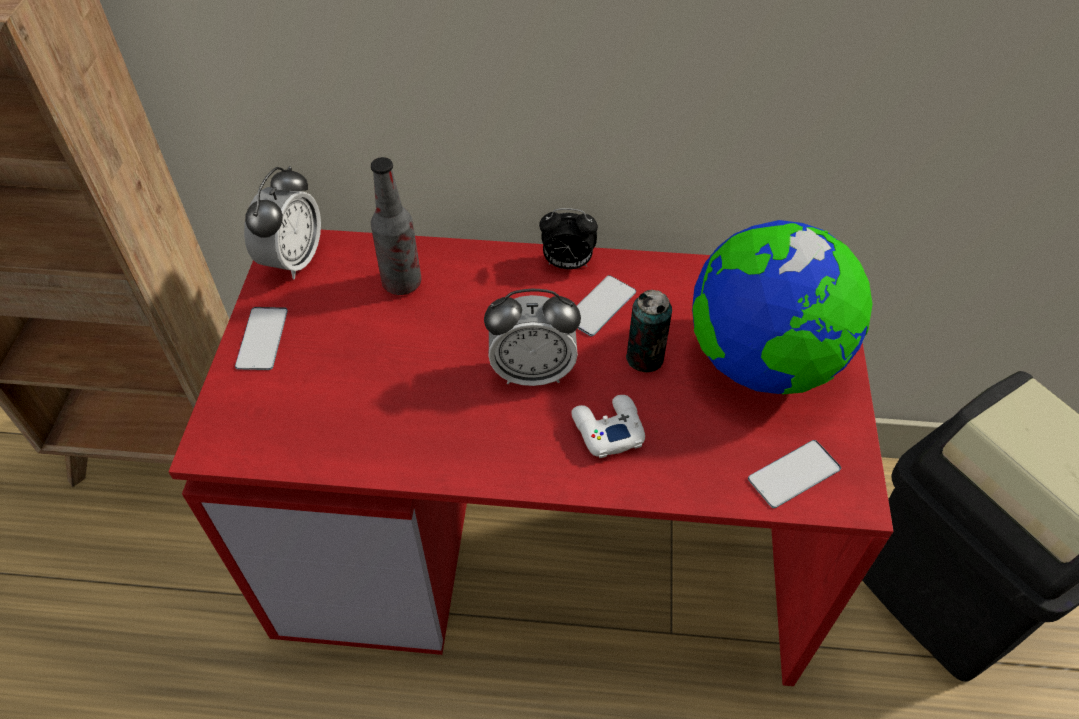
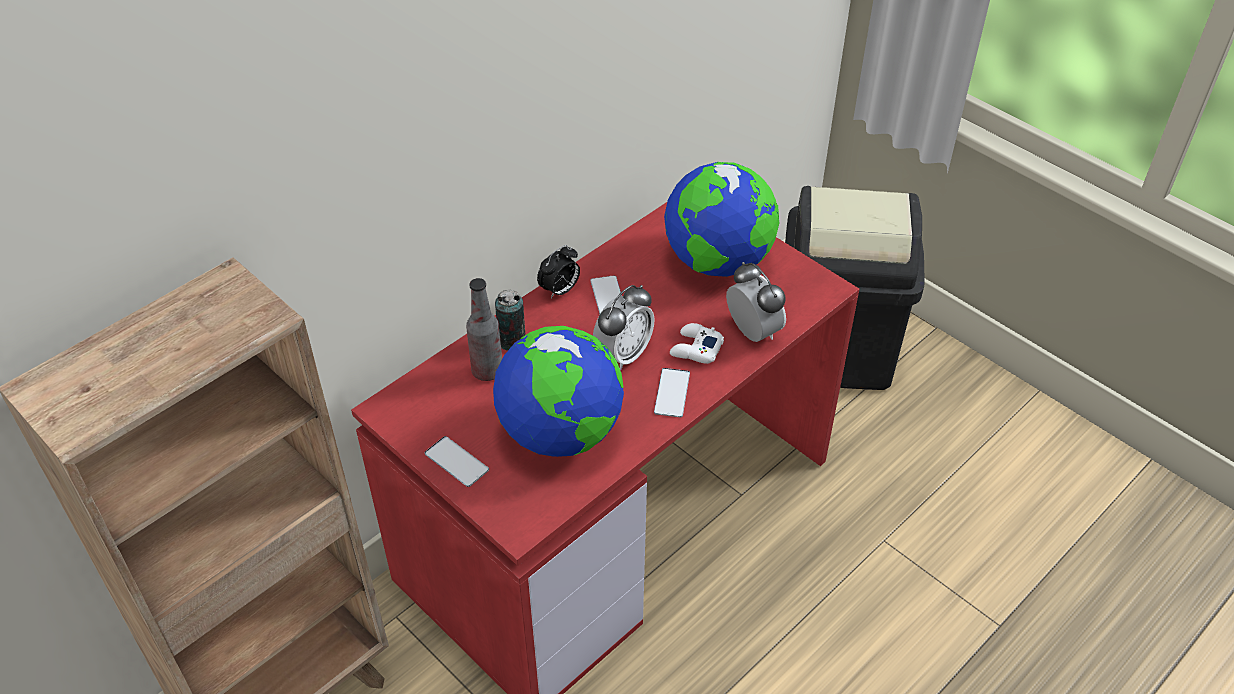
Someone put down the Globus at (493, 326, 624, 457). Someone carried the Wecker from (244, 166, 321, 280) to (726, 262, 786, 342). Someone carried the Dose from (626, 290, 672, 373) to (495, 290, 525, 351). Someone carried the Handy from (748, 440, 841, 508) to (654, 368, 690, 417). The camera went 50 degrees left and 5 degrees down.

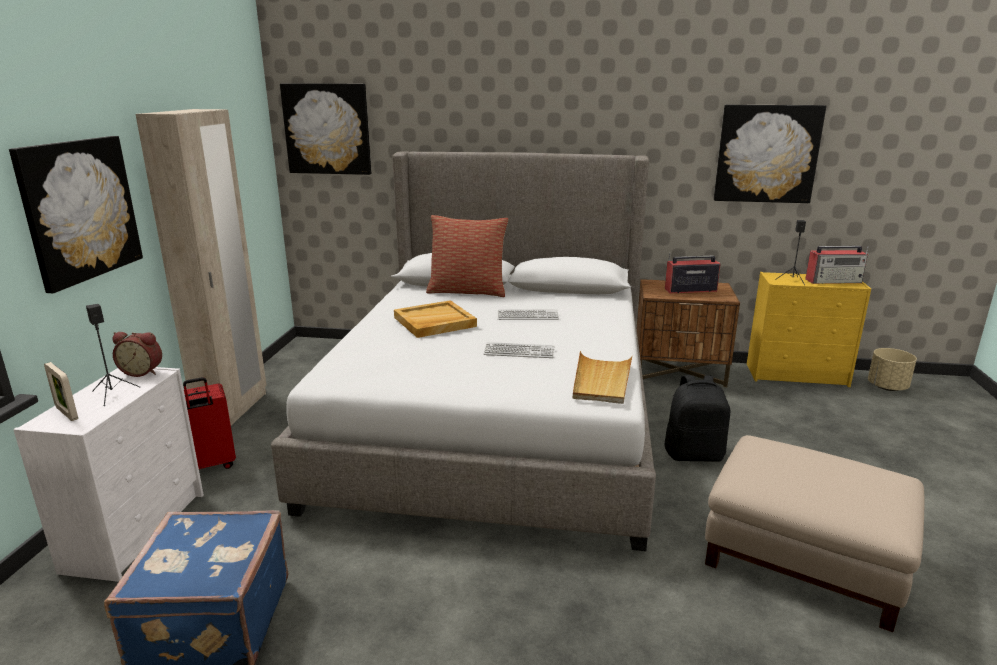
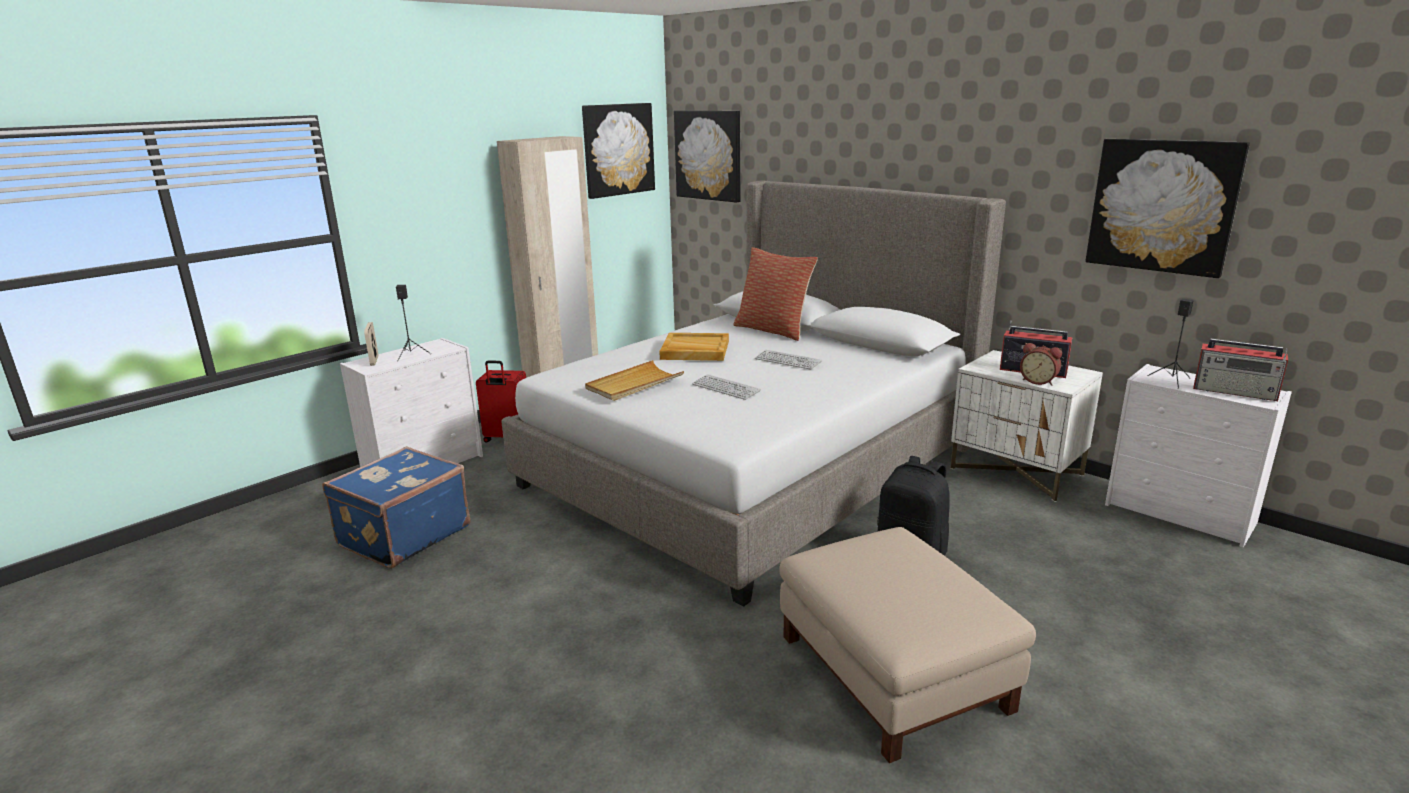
Someone took away the Pflanzkübel/beige at (868, 348, 917, 391). Someone carried the Bild from (9, 136, 143, 293) to (582, 103, 655, 199). Someone carried the Wecker from (113, 332, 162, 377) to (1020, 343, 1062, 386). Someone carried the Tablett/beige from (573, 351, 633, 404) to (585, 360, 684, 401). Someone repainted the Nachttisch/braun at (637, 279, 740, 388), which became the Nachttisch/weiß at (950, 350, 1103, 502). Someone repainted the Kommode/gelb at (747, 272, 871, 387), which became the Kommode/weiß at (1105, 364, 1292, 547). The camera went 35 degrees right and 0 degrees up.

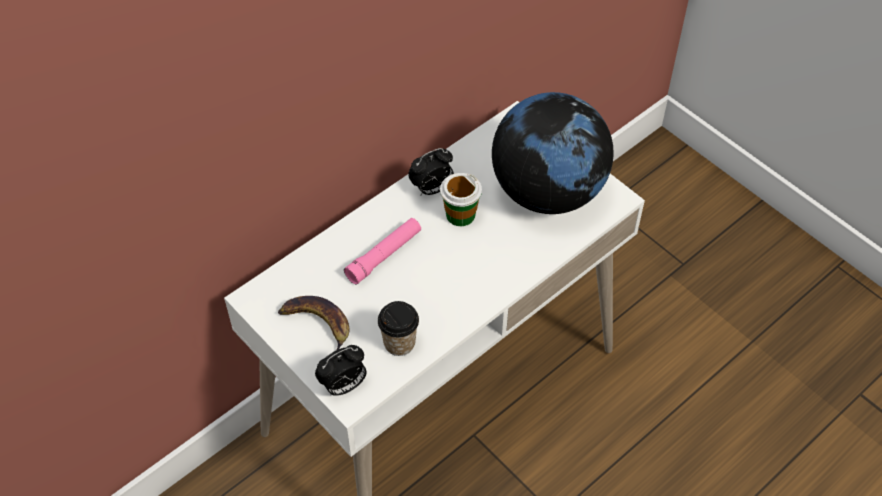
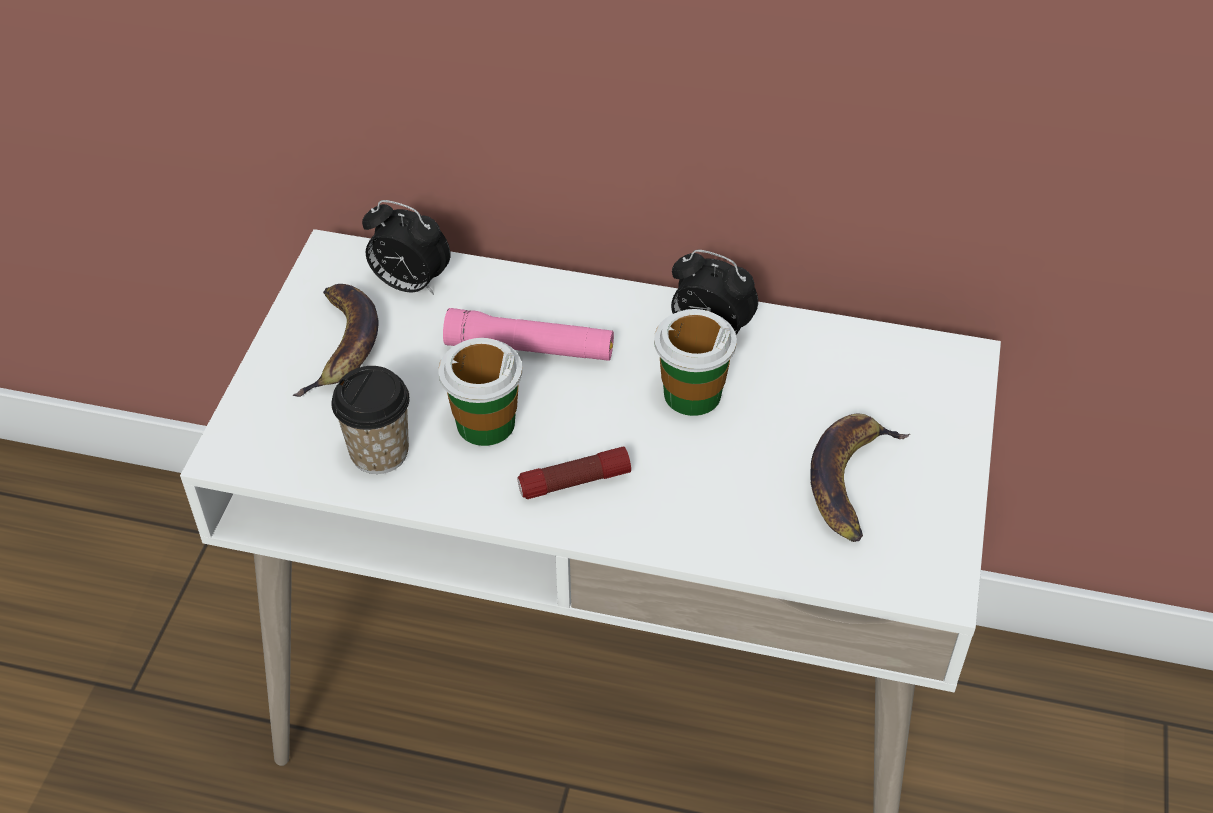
Someone put down the Tasse at (438, 338, 522, 446). Someone put down the Taschenlampe at (517, 446, 631, 499). Someone carried the Wecker from (315, 345, 367, 396) to (362, 200, 451, 295). Someone swapped the Globus at (492, 92, 614, 214) for the Banane at (810, 414, 910, 542). The camera went 55 degrees right and 5 degrees down.

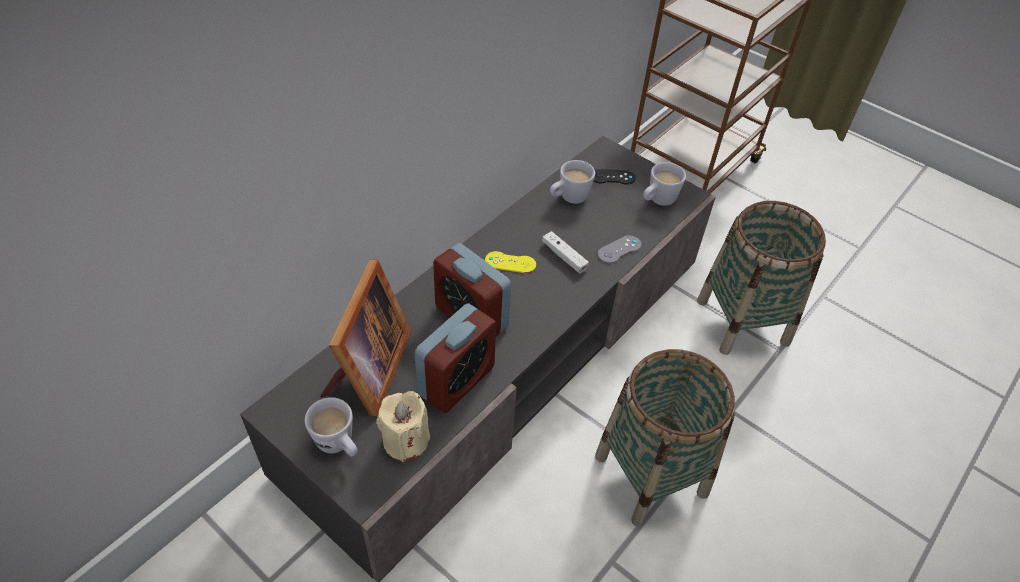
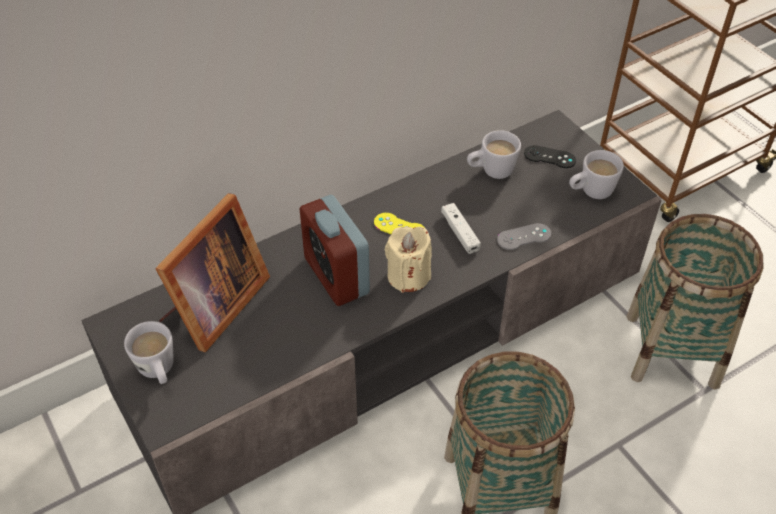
Someone took away the Wecker at (414, 303, 496, 413). Someone carried the Kerze/beige from (376, 391, 430, 462) to (385, 227, 432, 293). The camera went 20 degrees right and 0 degrees up.

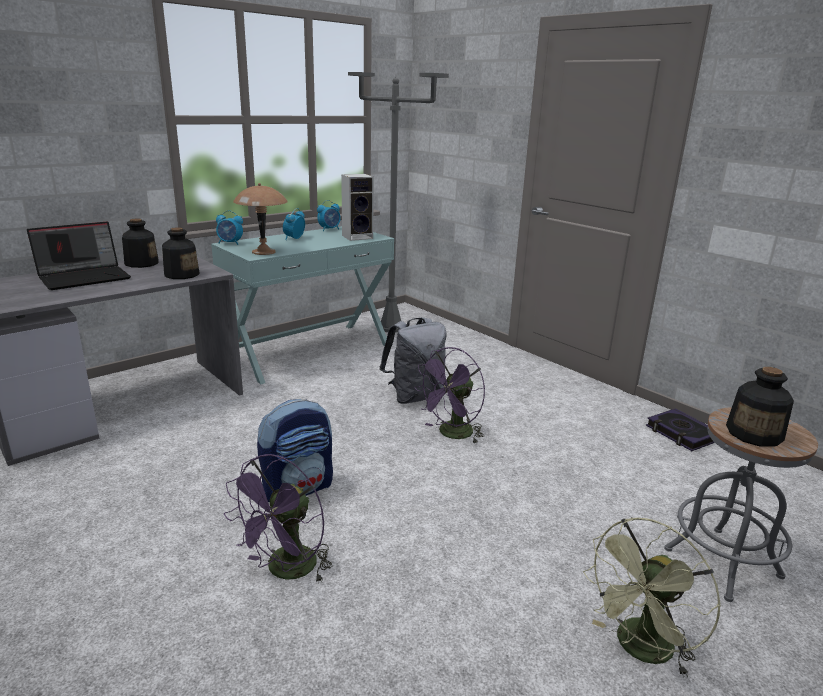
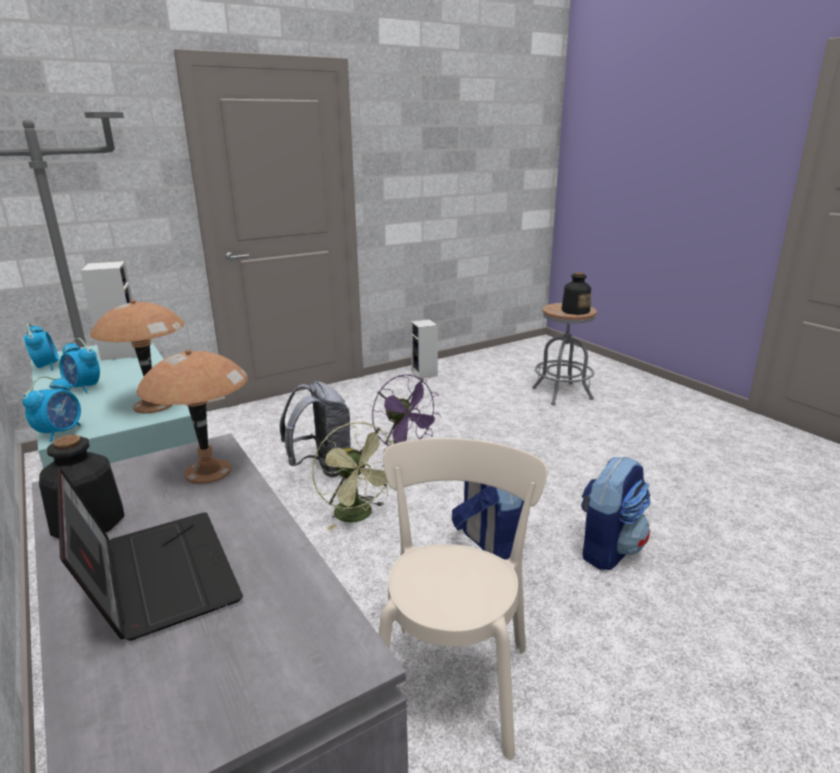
Someone put down the Stuhl/beige at (379, 438, 548, 759). Someone carried the Ventilator/grün from (583, 518, 721, 678) to (312, 422, 393, 530). Someone swapped the Flasche at (162, 227, 200, 279) for the Tischlampe/braun at (136, 349, 248, 484). Someone swapped the Ventilator/lila at (224, 454, 333, 584) for the Rucksack at (581, 456, 650, 570). Someone swapped the Buch at (646, 409, 715, 451) for the Lautsprecher at (411, 319, 438, 378). The camera went 80 degrees left and 0 degrees up.

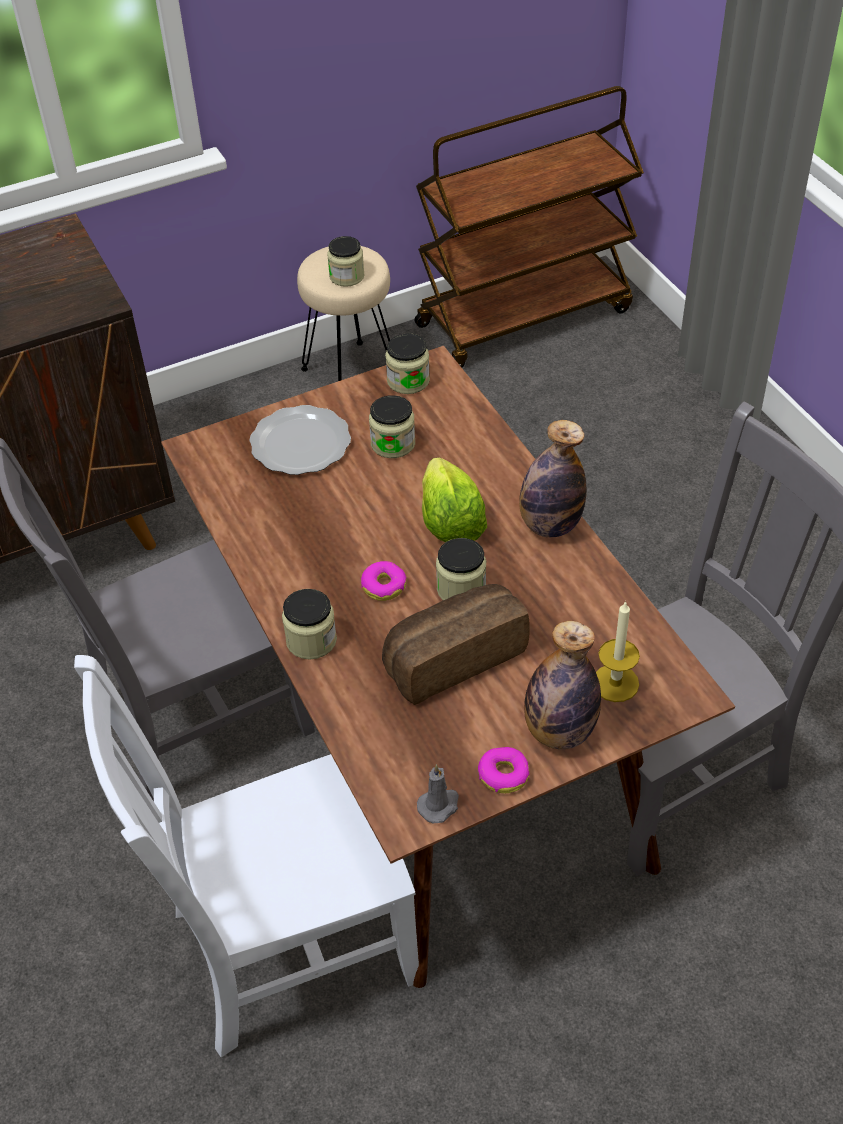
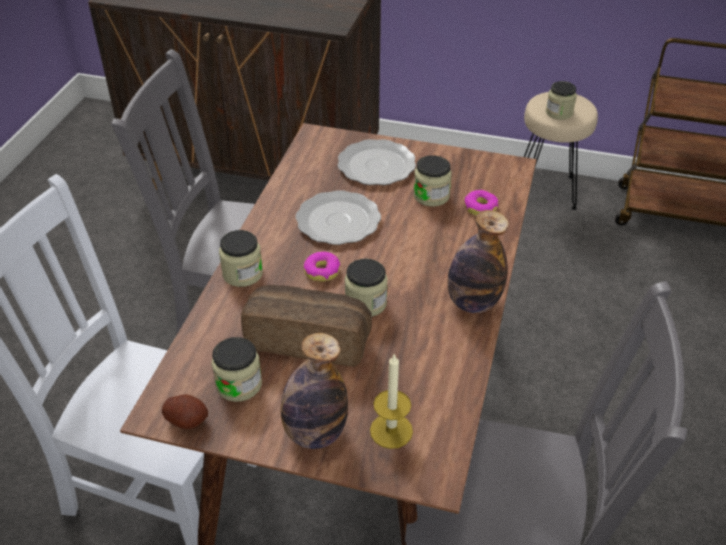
Someone took away the Salatkopf at (422, 457, 487, 542). Someone put down the Teller at (295, 190, 381, 245). Someone carried the Vorratsglas from (385, 333, 430, 394) to (212, 337, 262, 402). Someone carried the Donut from (478, 747, 529, 793) to (464, 190, 498, 216). Someone swapped the Kerze/grau at (417, 764, 459, 823) for the Kartoffel at (162, 394, 208, 429). The camera went 40 degrees right and 5 degrees down.

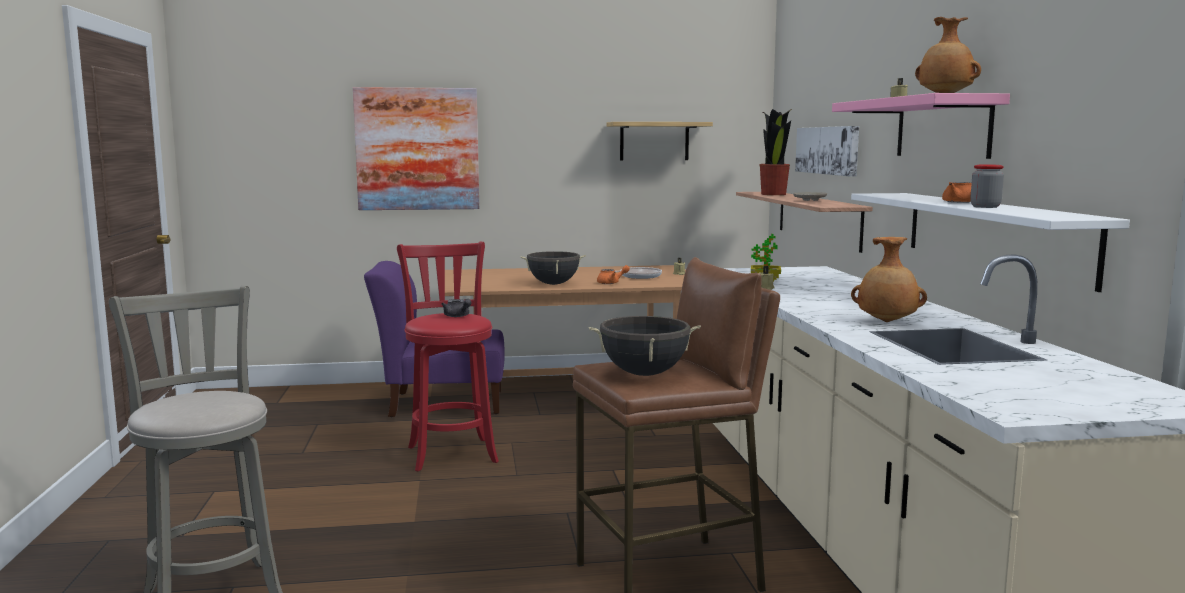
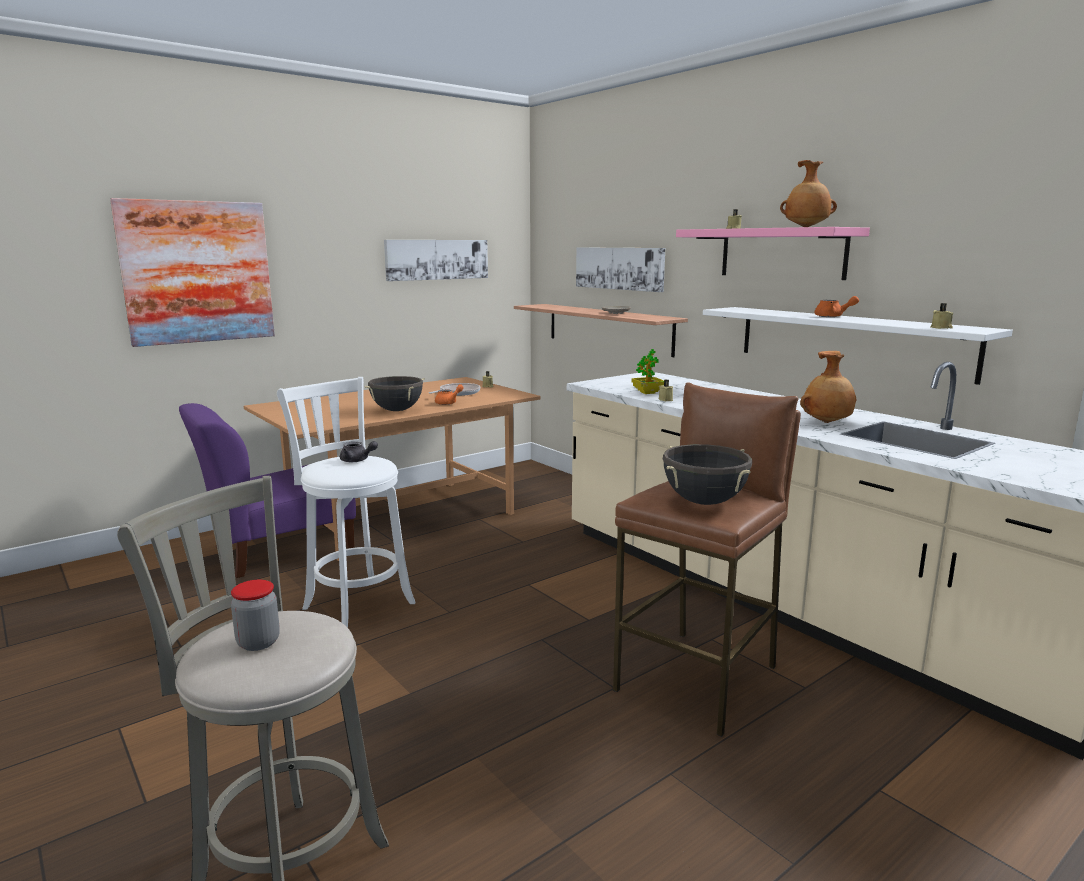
Someone took away the Topfpflanze at (759, 109, 792, 195). Someone put down the Kerze/beige at (931, 303, 953, 329). Someone carried the Vorratsglas from (970, 164, 1004, 208) to (231, 580, 280, 651). Someone swapped the Wandregal at (606, 122, 713, 160) for the Bild at (384, 240, 488, 281). Someone repainted the Hocker/rot at (397, 242, 499, 471), which became the Hocker/weiß at (277, 377, 415, 628). The camera went 30 degrees left and 5 degrees up.

